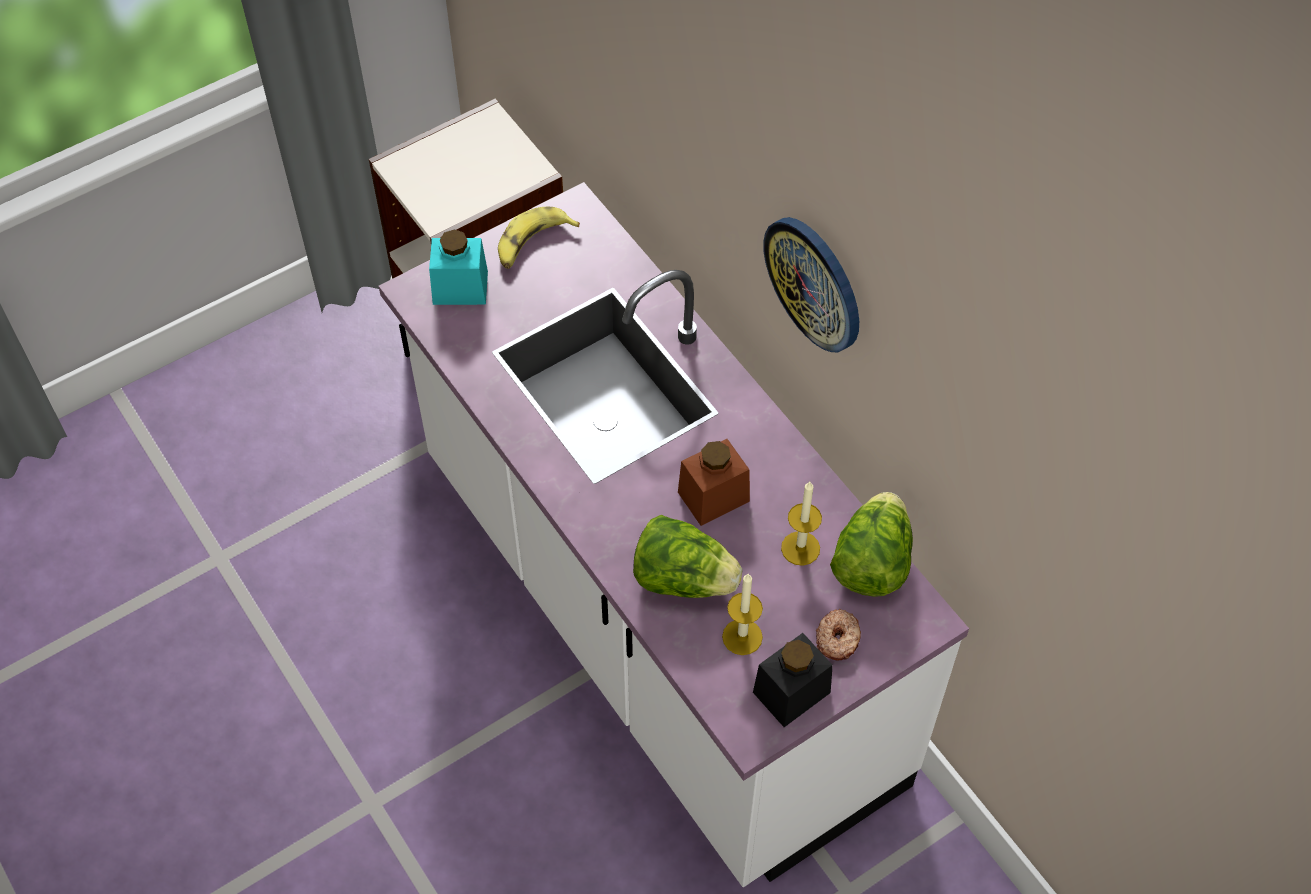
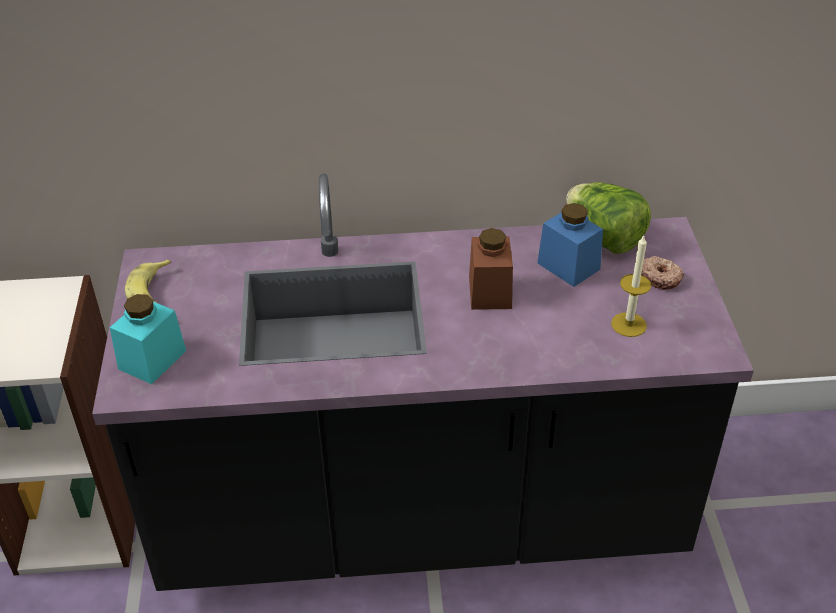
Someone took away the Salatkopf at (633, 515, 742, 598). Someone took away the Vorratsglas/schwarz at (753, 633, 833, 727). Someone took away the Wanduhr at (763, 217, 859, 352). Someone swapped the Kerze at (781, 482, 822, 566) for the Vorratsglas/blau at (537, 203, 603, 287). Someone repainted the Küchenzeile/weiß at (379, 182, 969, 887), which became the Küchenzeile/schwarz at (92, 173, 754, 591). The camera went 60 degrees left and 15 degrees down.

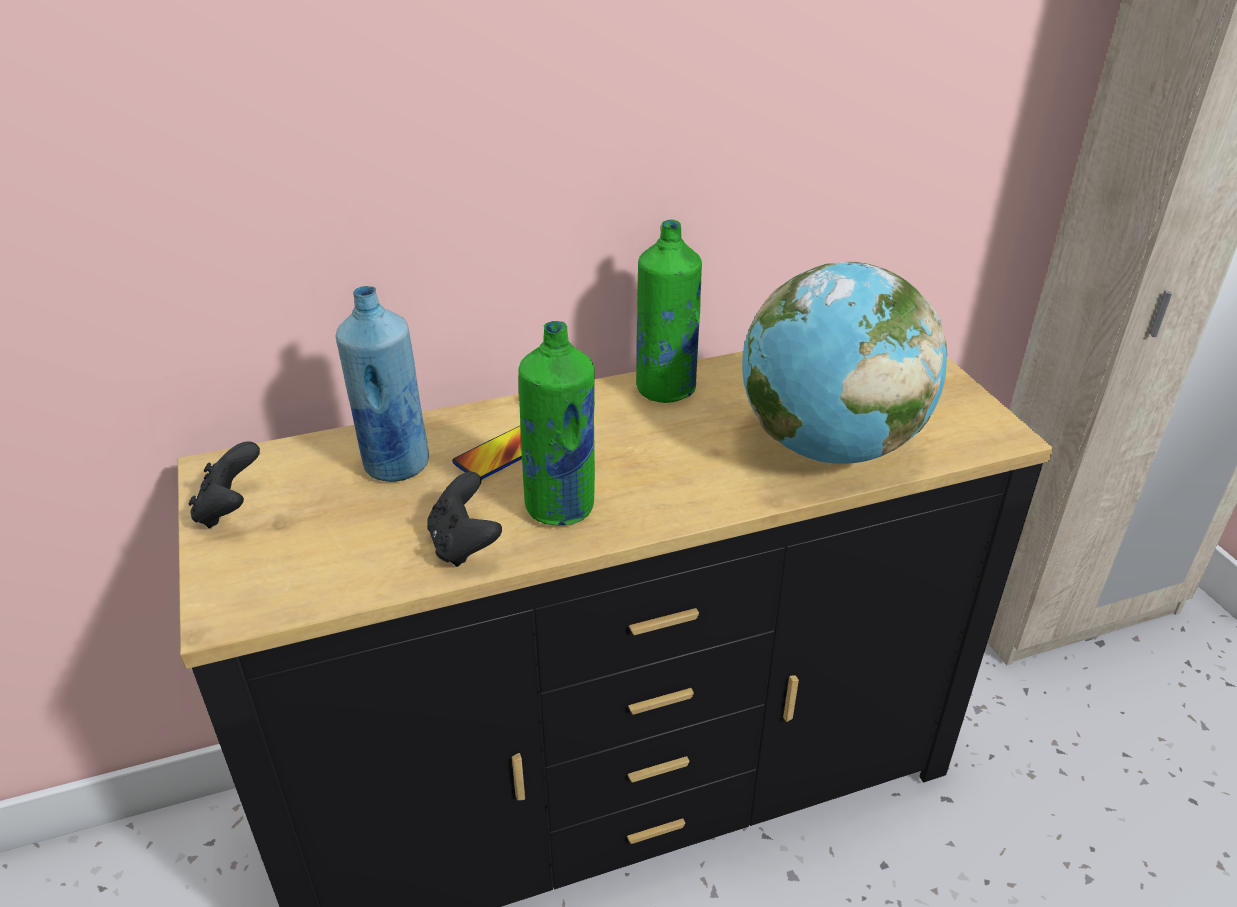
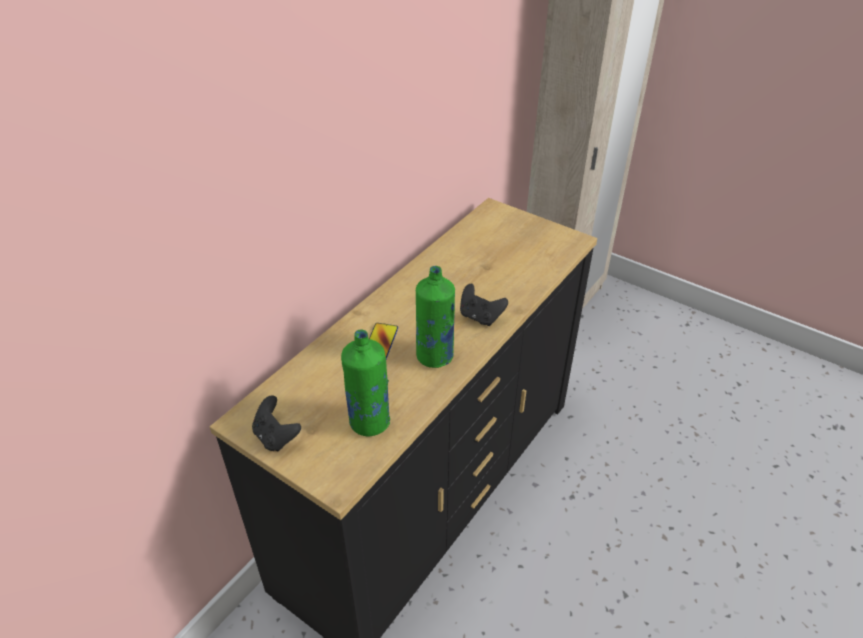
Someone took away the Flasche/blau at (336, 286, 429, 482). Someone took away the Globus at (742, 262, 947, 464). Someone carried the Gamepad/schwarz from (427, 472, 502, 567) to (460, 284, 508, 326). Someone carried the Flasche/grün from (636, 219, 702, 403) to (341, 330, 390, 437). The camera went 35 degrees left and 5 degrees up.

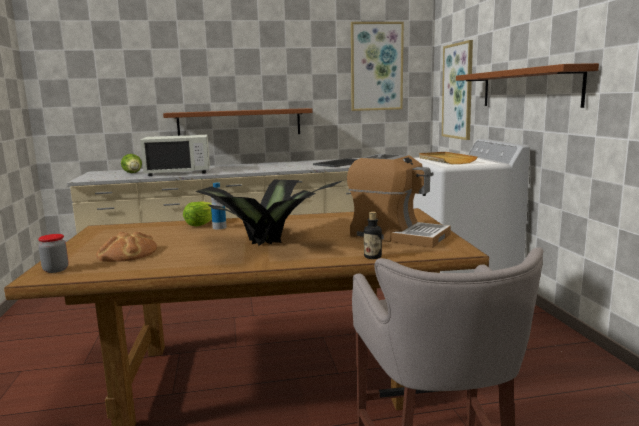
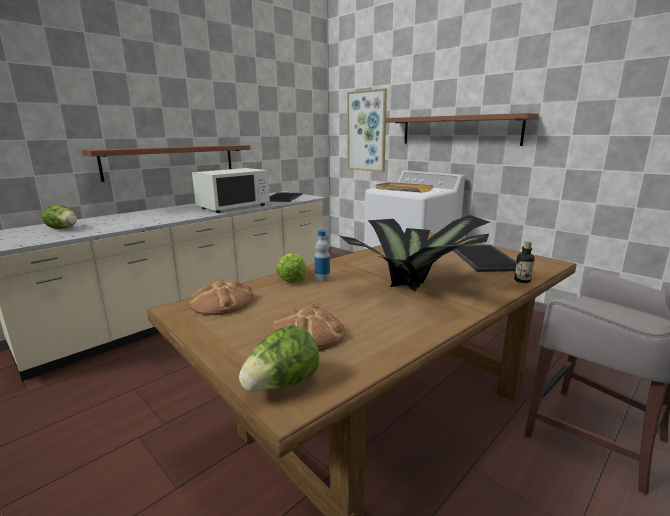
Someone took away the Bild at (351, 22, 404, 111). Someone put down the Brot at (189, 279, 253, 315). Someone carried the Mikrowelle/weiß from (140, 134, 210, 176) to (192, 168, 270, 213). Someone swapped the Vorratsglas at (38, 234, 69, 273) for the Salatkopf at (239, 325, 319, 392). Someone swapped the Kaffeemaschine at (347, 154, 451, 248) for the Tablett at (454, 245, 516, 272). The camera went 35 degrees left and 5 degrees up.

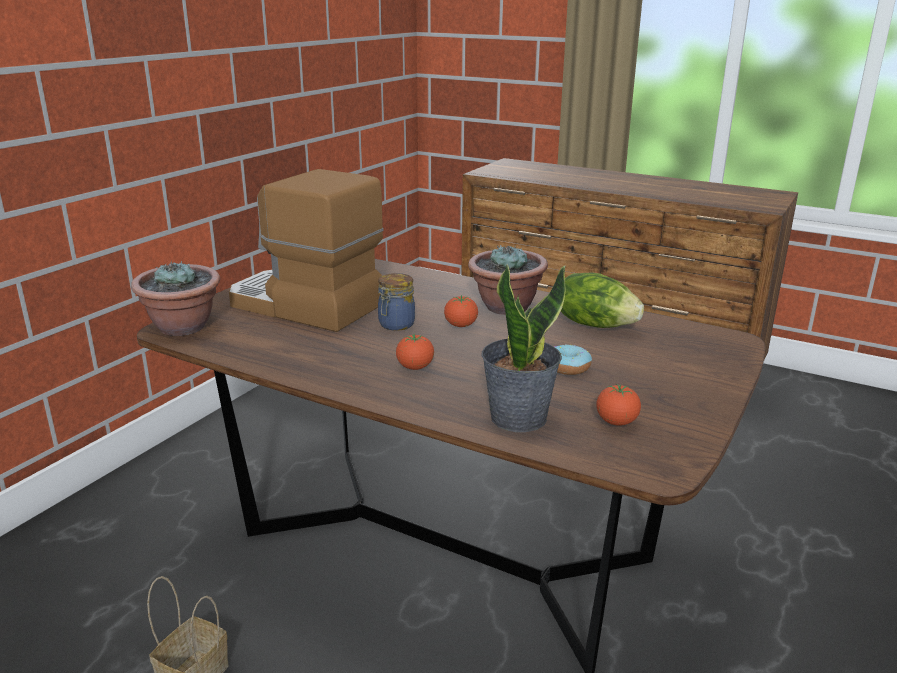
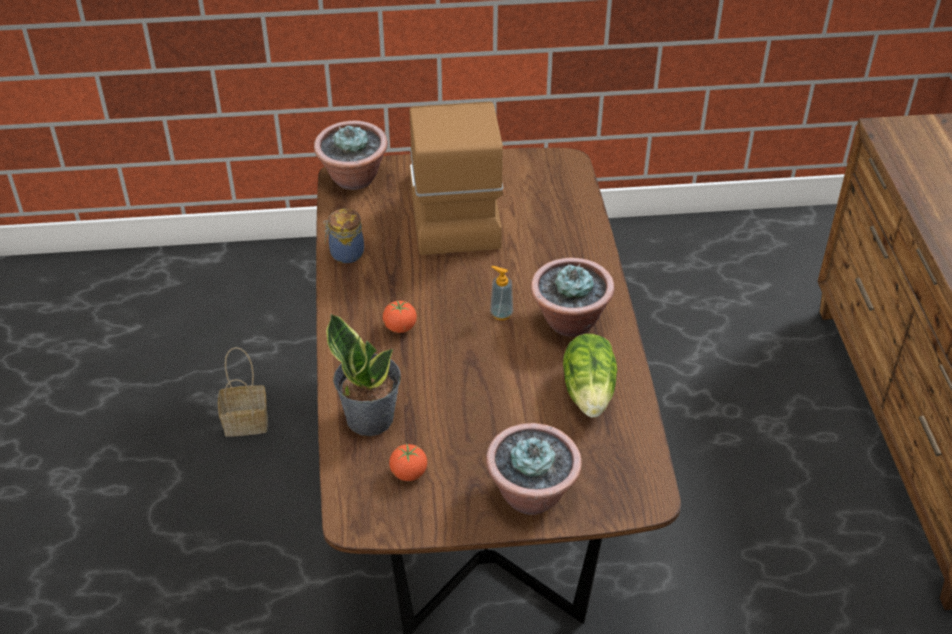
Someone took away the Donut at (554, 344, 592, 375). Someone put down the Topfpflanze at (486, 423, 582, 515). Someone carried the Vorratsglas from (378, 273, 415, 331) to (323, 208, 364, 263). Someone swapped the Tomate at (444, 295, 478, 327) for the Seifenspender at (490, 266, 513, 320). The camera went 55 degrees right and 20 degrees up.

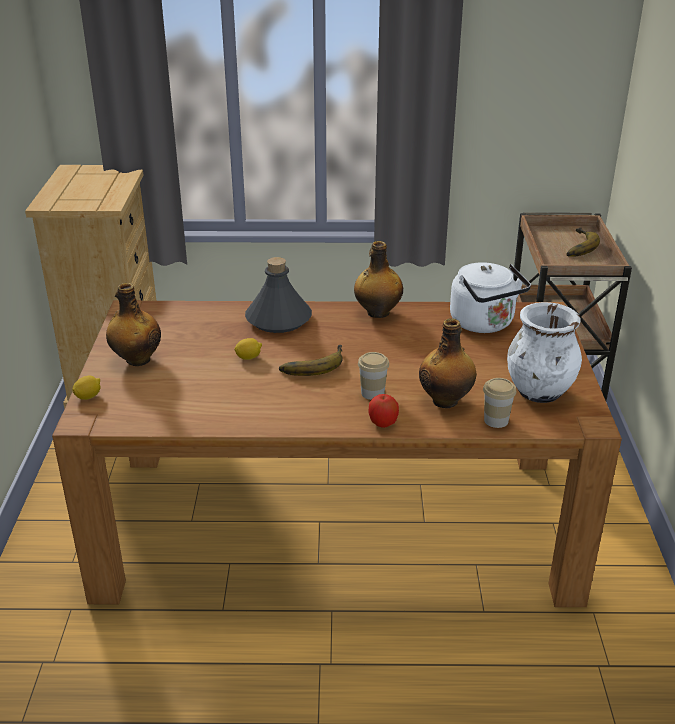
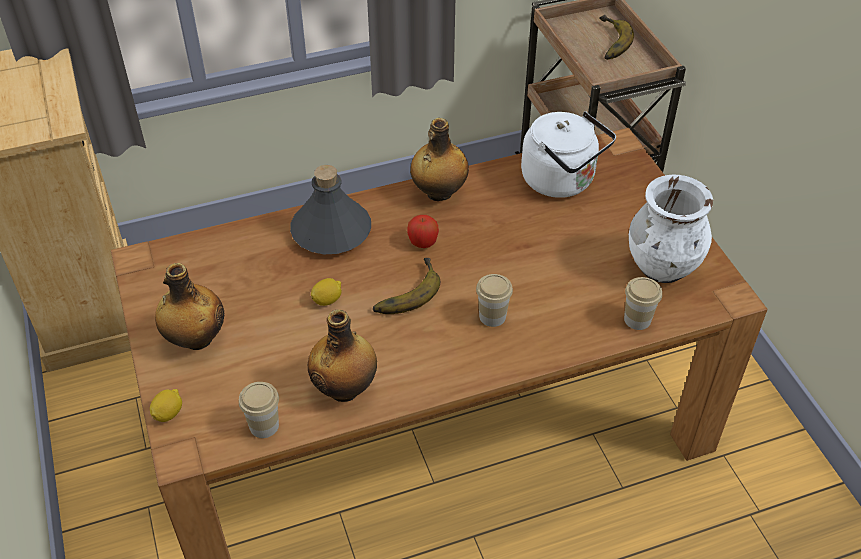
Someone put down the Tasse at (239, 382, 279, 438). Someone carried the Apfel from (368, 394, 399, 428) to (407, 215, 439, 248). Someone carried the Flasche from (419, 318, 476, 408) to (308, 309, 377, 402). The camera went 20 degrees left and 15 degrees up.

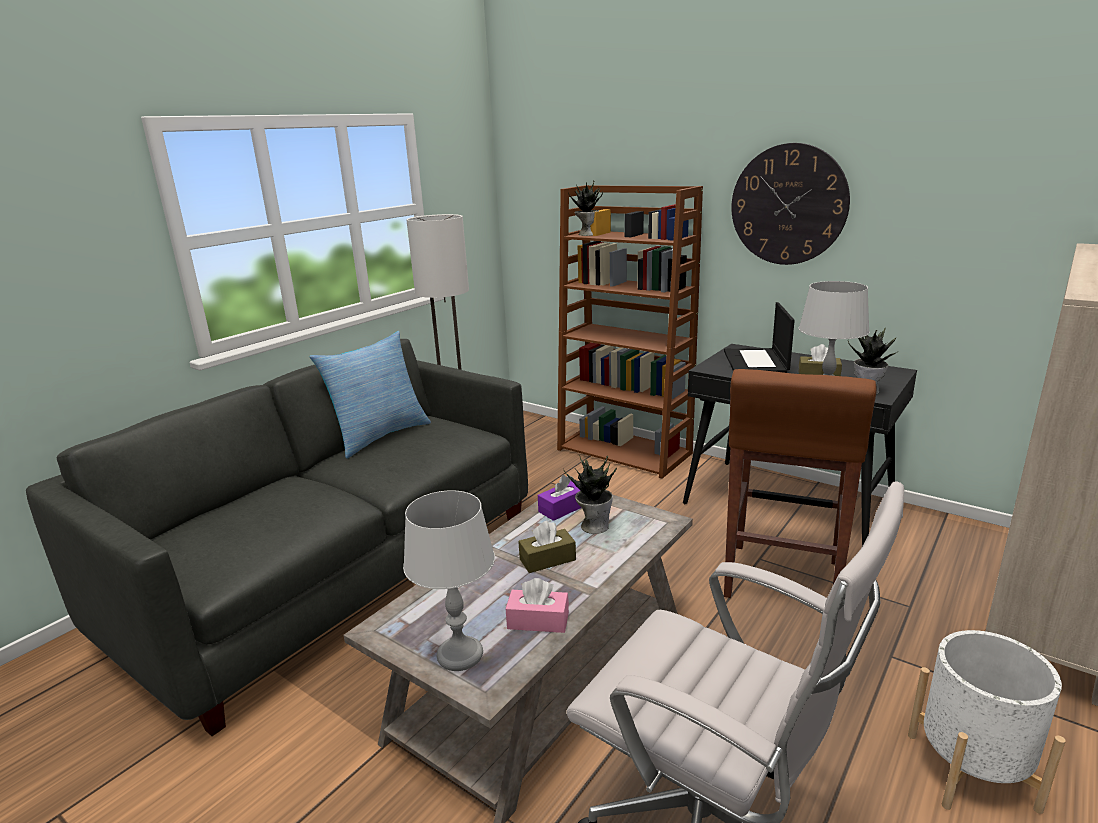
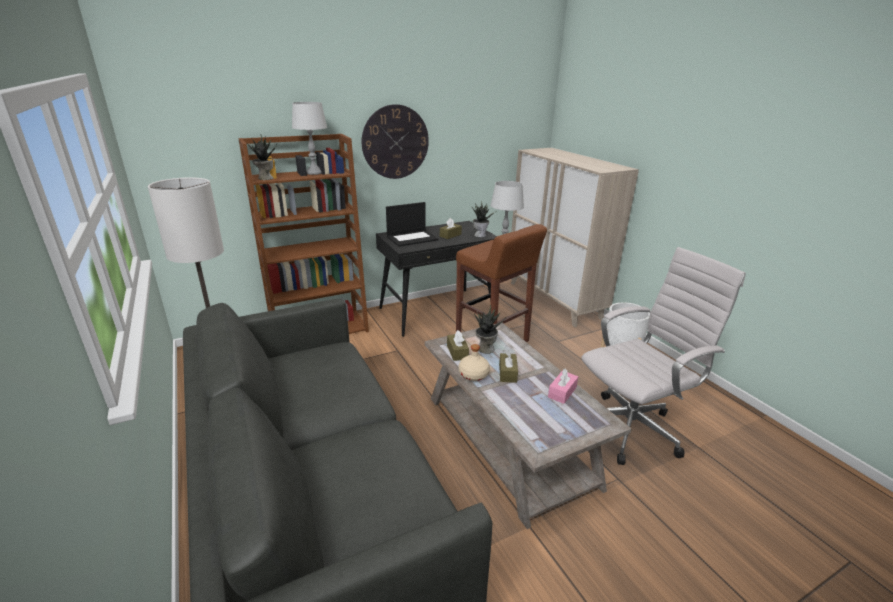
Someone took away the Kissen at (309, 331, 431, 459). Someone put down the Flasche/beige at (458, 344, 490, 381). Someone carried the Tischlampe/grau from (403, 490, 495, 671) to (292, 102, 327, 175). Someone repainted the Taschentuchbox/lila at (538, 475, 582, 521), which became the Taschentuchbox/braun at (447, 330, 469, 361). Someone rotated the Laptop at (724, 302, 795, 373) by 60 degrees counterclockwise. The camera went 65 degrees left and 5 degrees up.

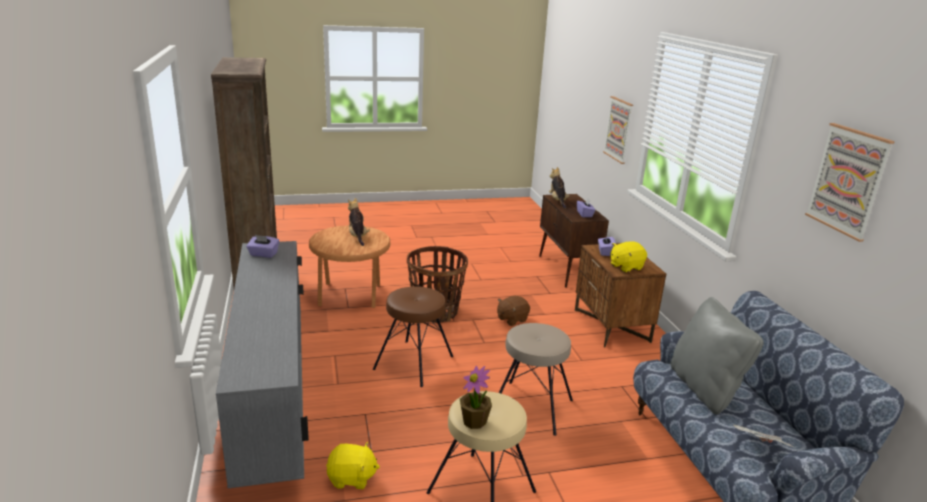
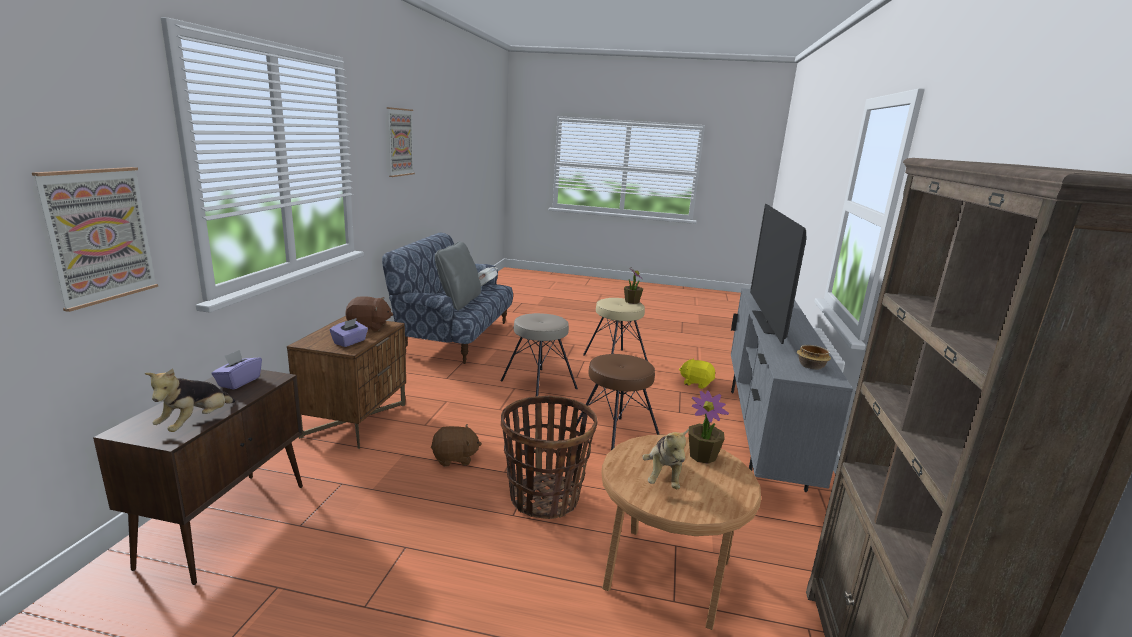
Someone put down the Topfpflanze at (689, 391, 729, 464). Someone put down the Fernseher at (750, 204, 807, 344). Someone swapped the Taschentuchbox/lila at (246, 235, 279, 258) for the Schüssel at (797, 345, 831, 370). Someone repainted the Plüschtier/gelb at (611, 242, 647, 273), which became the Plüschtier/braun at (345, 296, 393, 331). The camera went 155 degrees left and 5 degrees down.

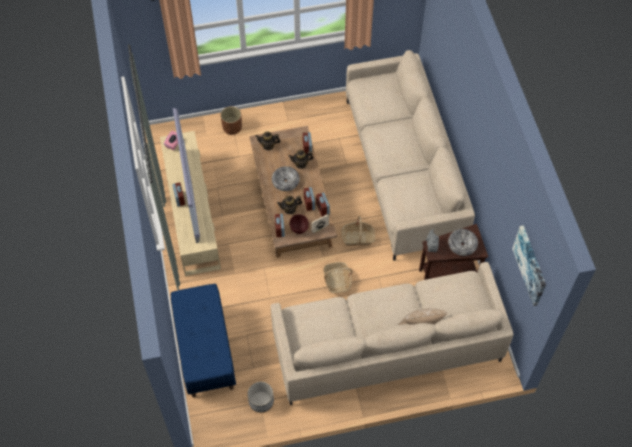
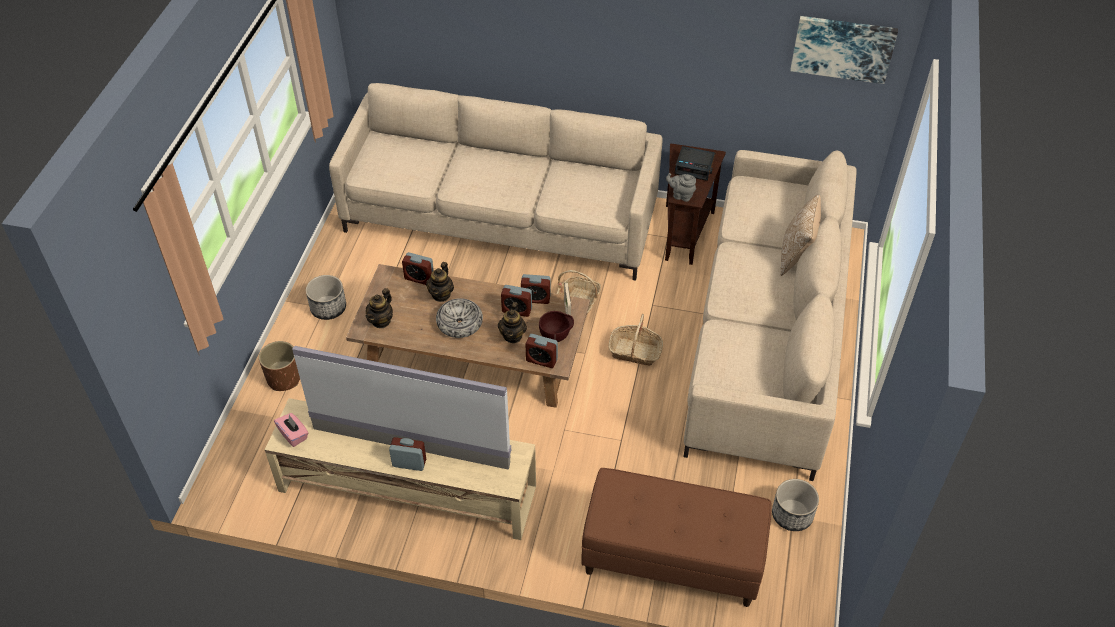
Someone put down the Pflanzkübel at (306, 275, 346, 320). Someone swapped the Schüssel at (448, 229, 478, 256) for the Wecker at (674, 146, 715, 181). Someone repainted the Bank/blau at (171, 284, 236, 398), which became the Bank/braun at (581, 468, 772, 607). The camera went 65 degrees left and 10 degrees down.

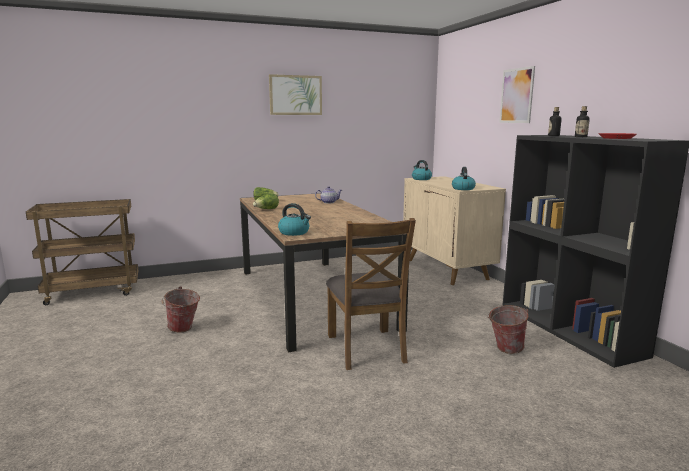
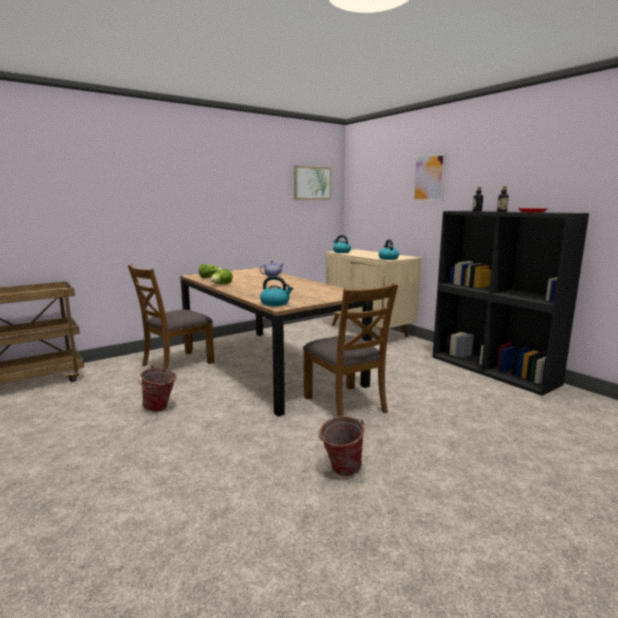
Someone put down the Stuhl/braun at (128, 264, 214, 369). Someone carried the Bild from (269, 74, 322, 115) to (294, 166, 331, 200). Someone carried the Eimer from (487, 305, 529, 354) to (318, 416, 364, 476). The camera went 15 degrees left and 0 degrees up.

